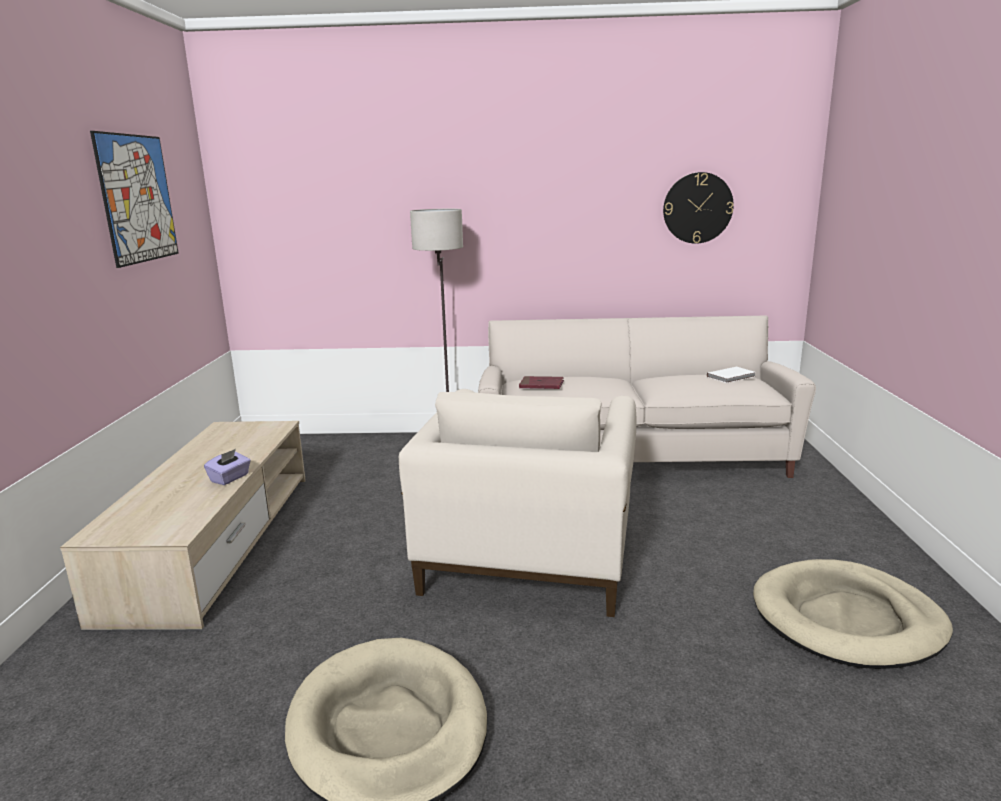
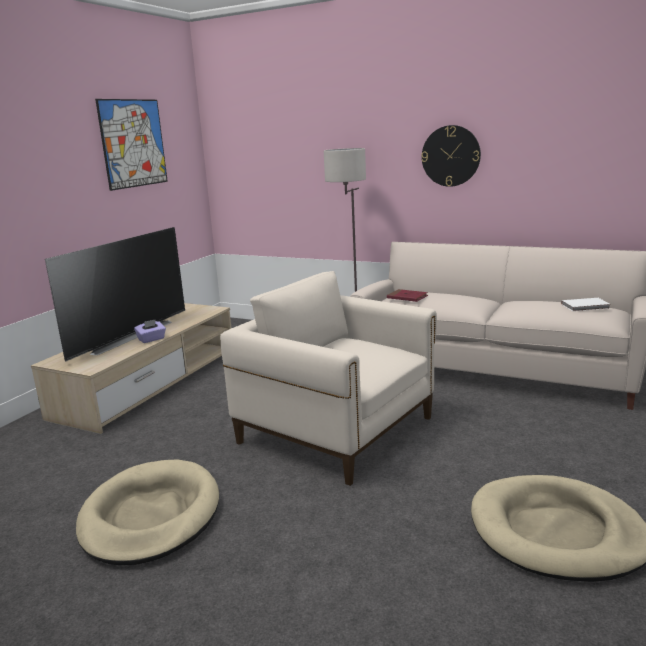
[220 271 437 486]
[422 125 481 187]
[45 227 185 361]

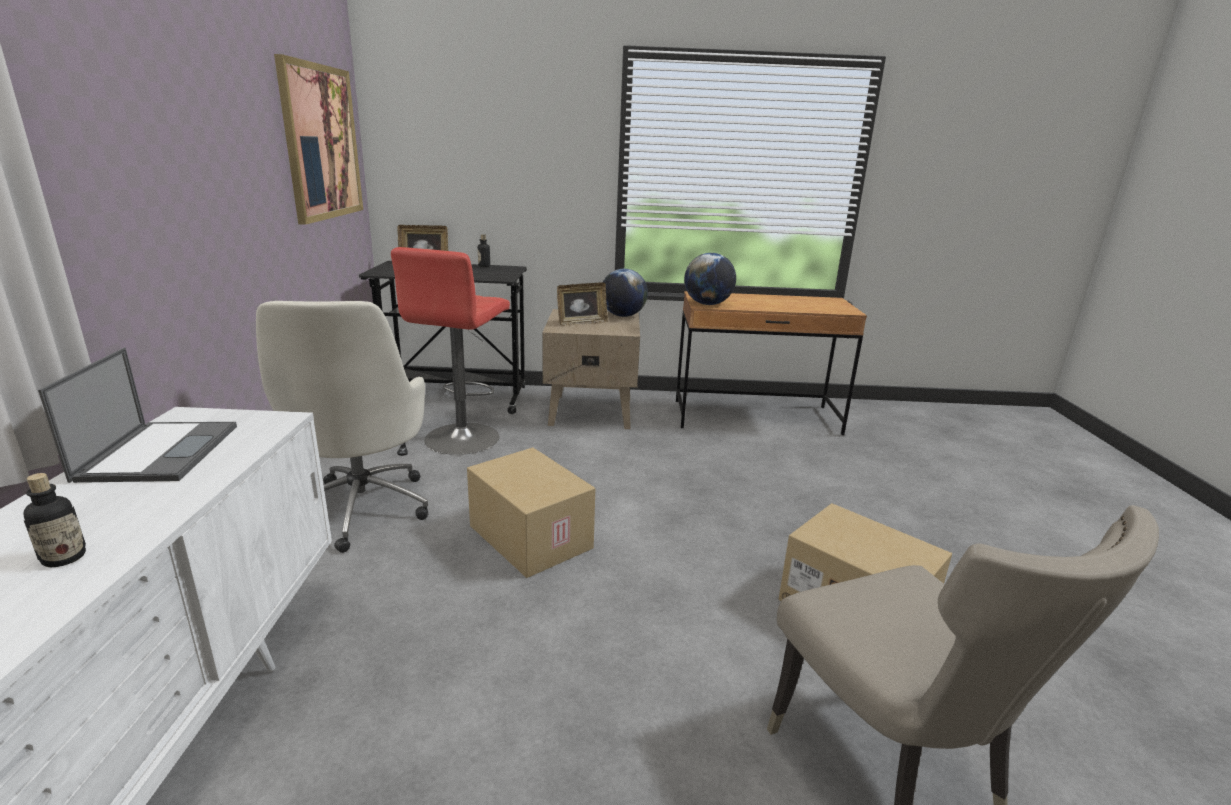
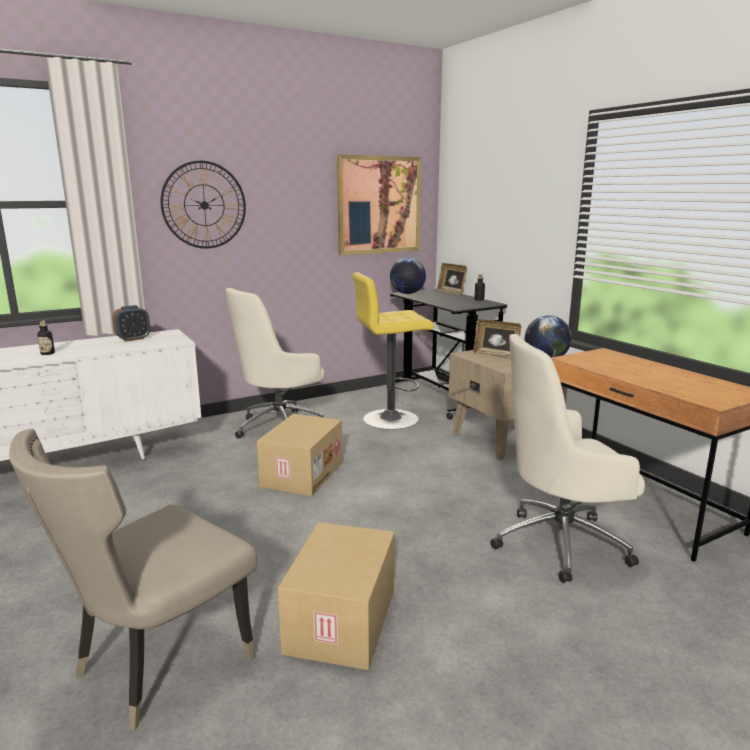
[112 305 150 342]
[352 272 434 429]
[390 258 426 294]
[160 161 246 249]
[491 334 645 583]

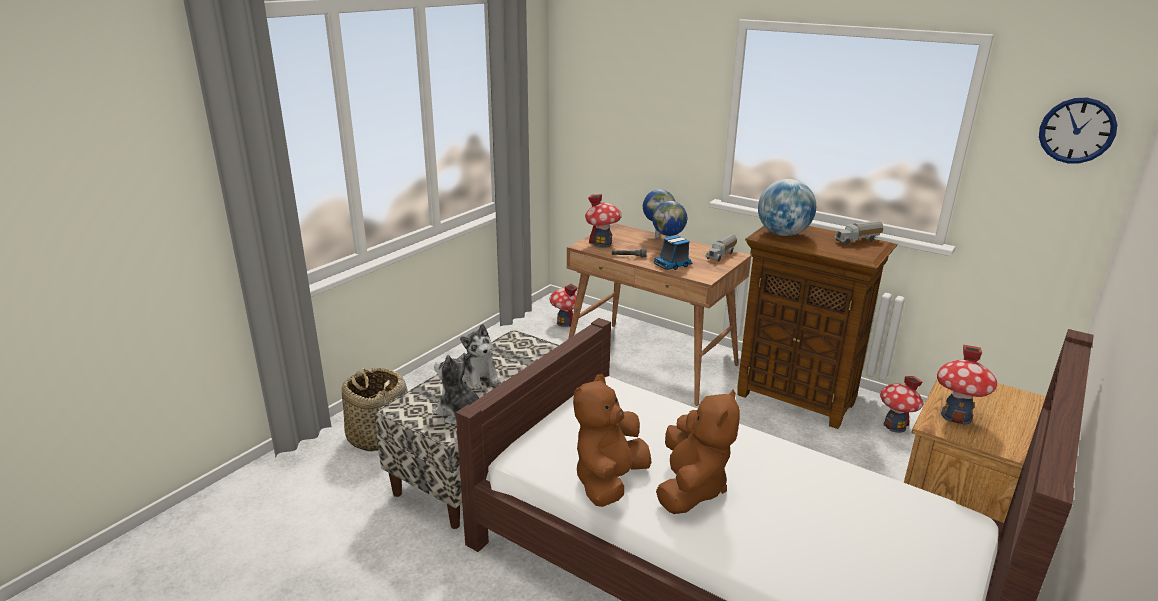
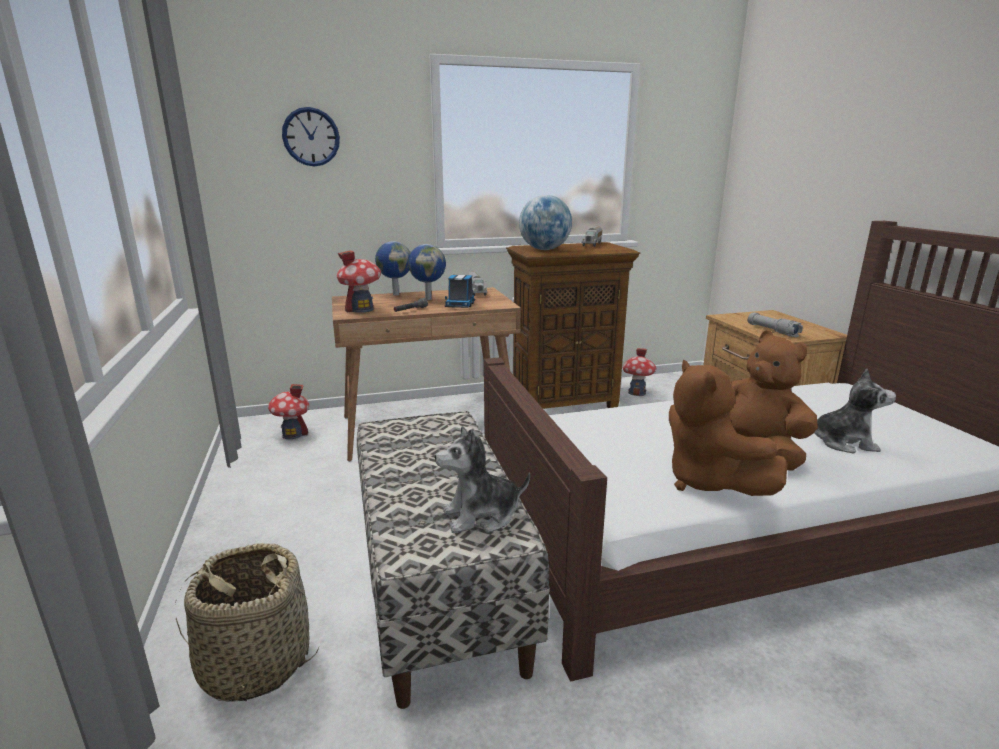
[814 369 896 454]
[748 312 803 337]
[282 107 340 166]

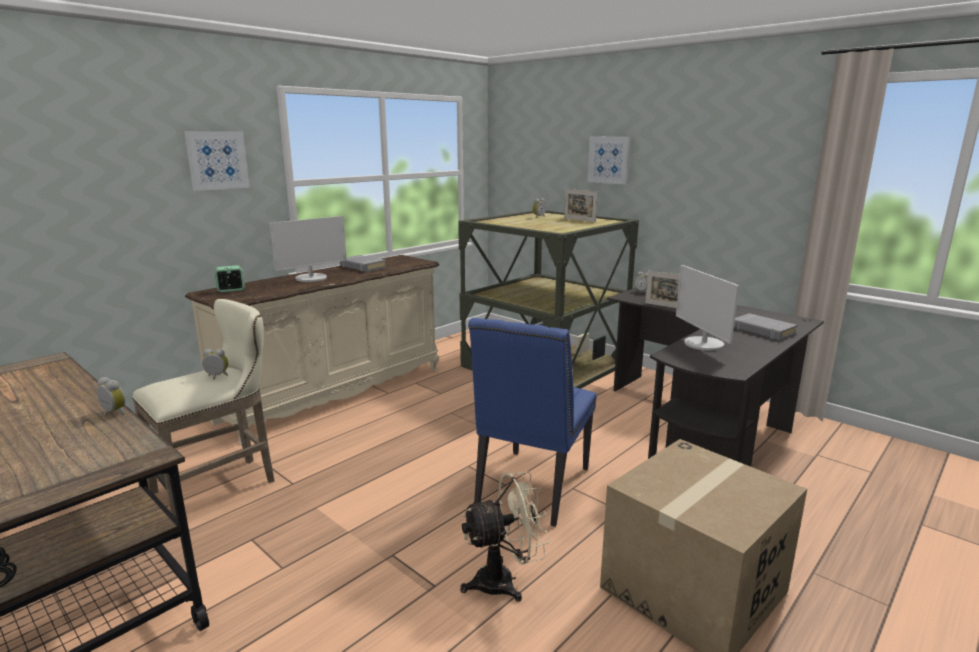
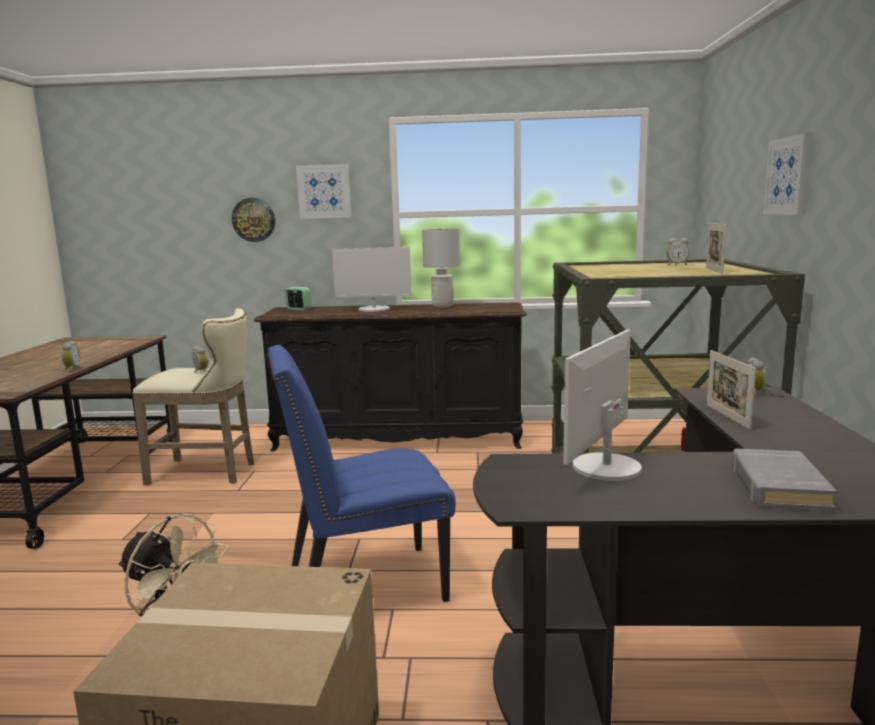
[254 302 527 451]
[422 228 460 308]
[232 198 275 242]

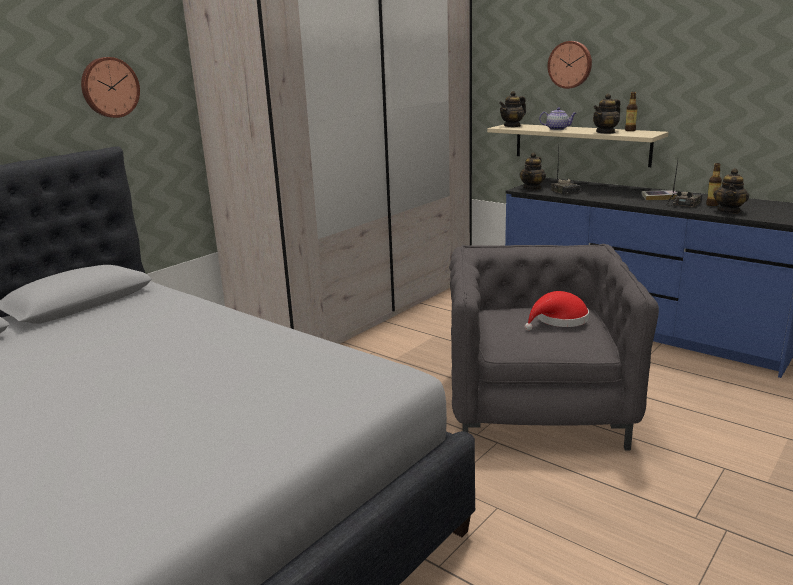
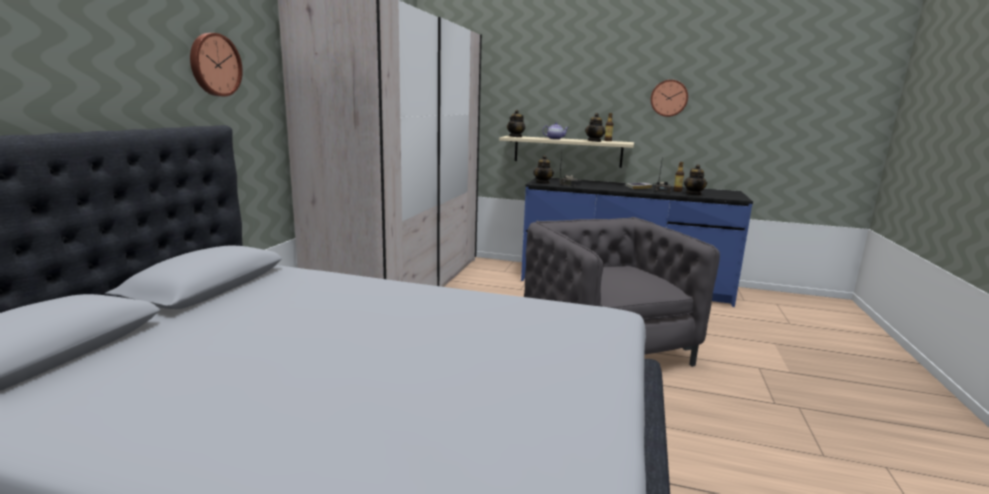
[525 291 589 331] (first image)
[651 80 688 117]

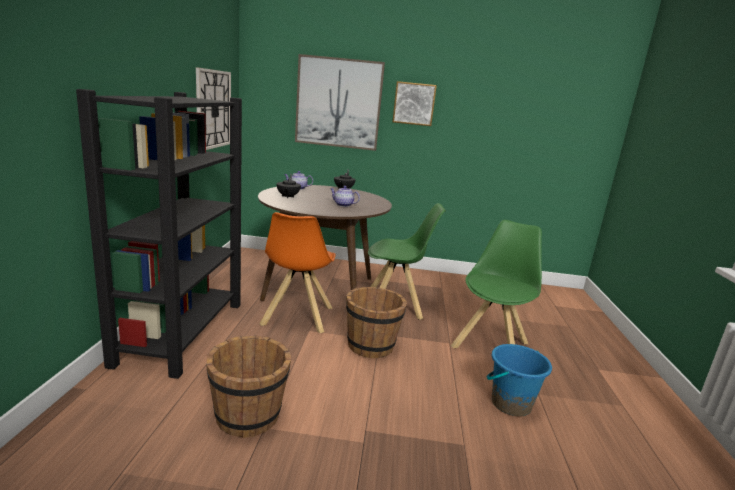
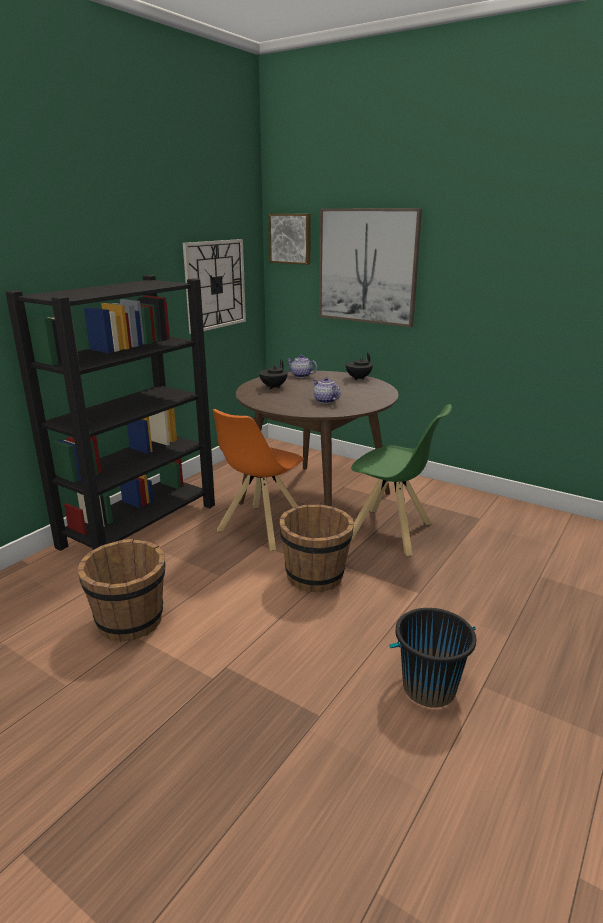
[269 214 311 265]
[451 220 542 348] (first image)
[389 608 476 707]

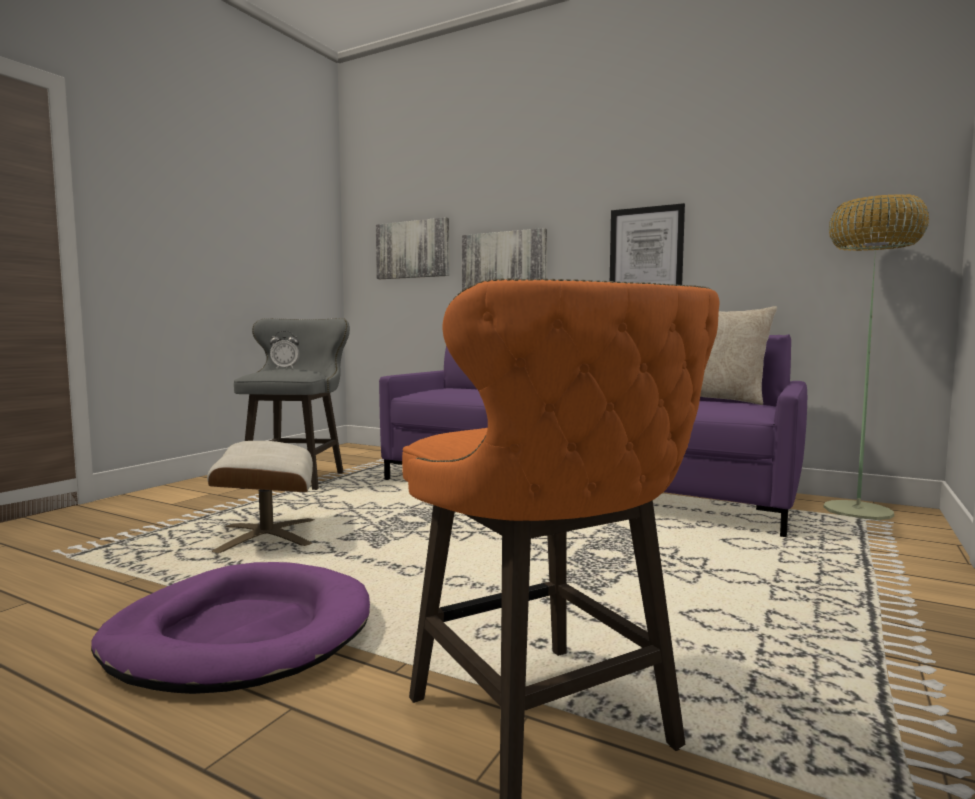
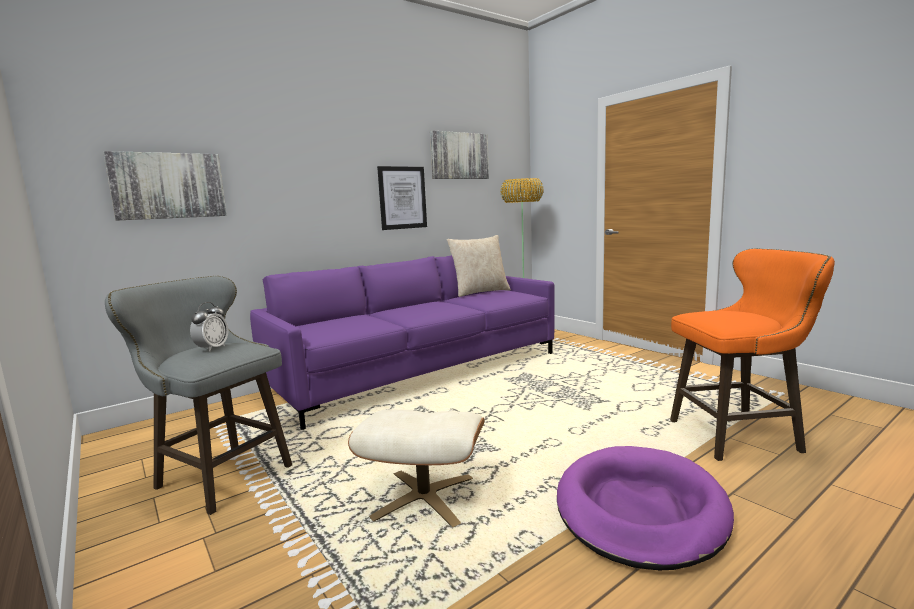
[430 130 489 179]

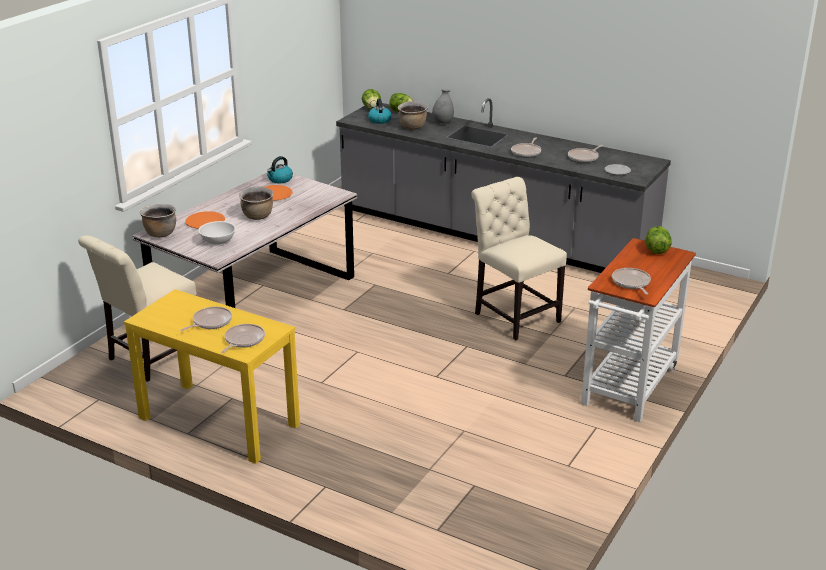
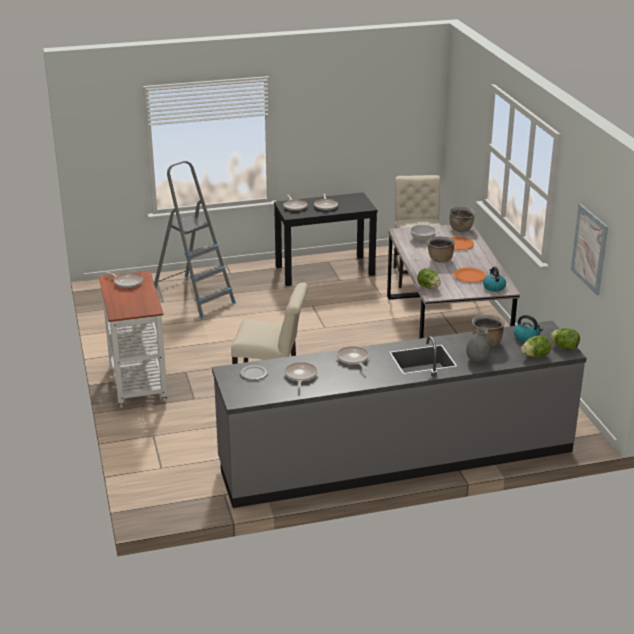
[274 192 377 286]
[417 268 441 289]
[154 161 236 317]
[571 204 608 295]

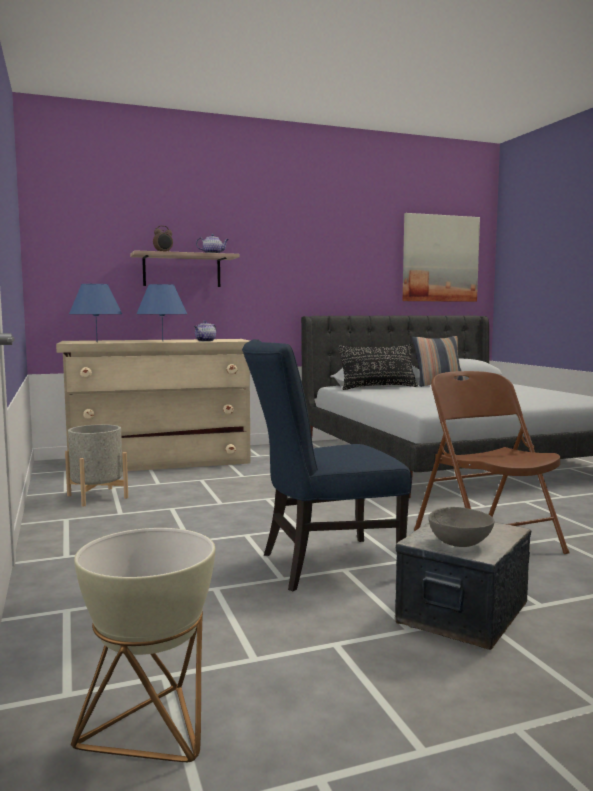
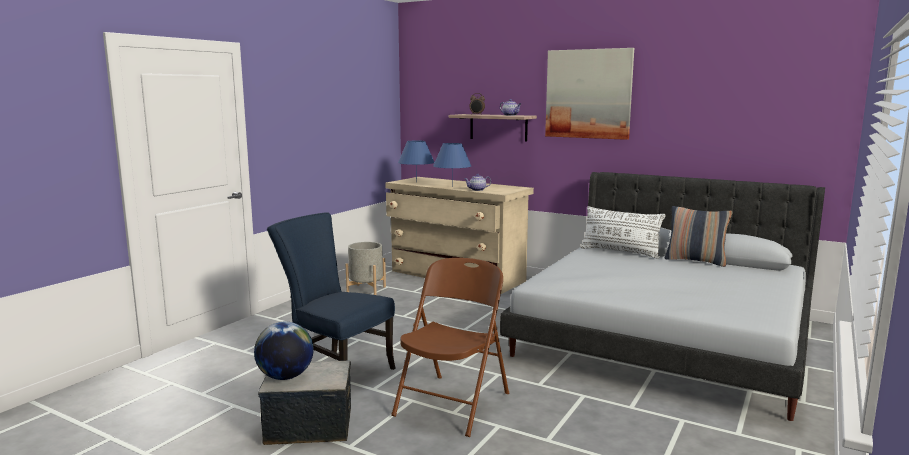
[71 528 215 762] (first image)
[580 206 666 259]
[545 48 634 140]
[254 322 314 380]

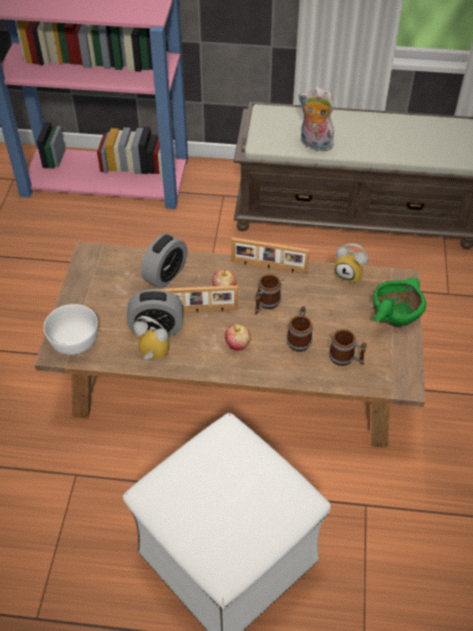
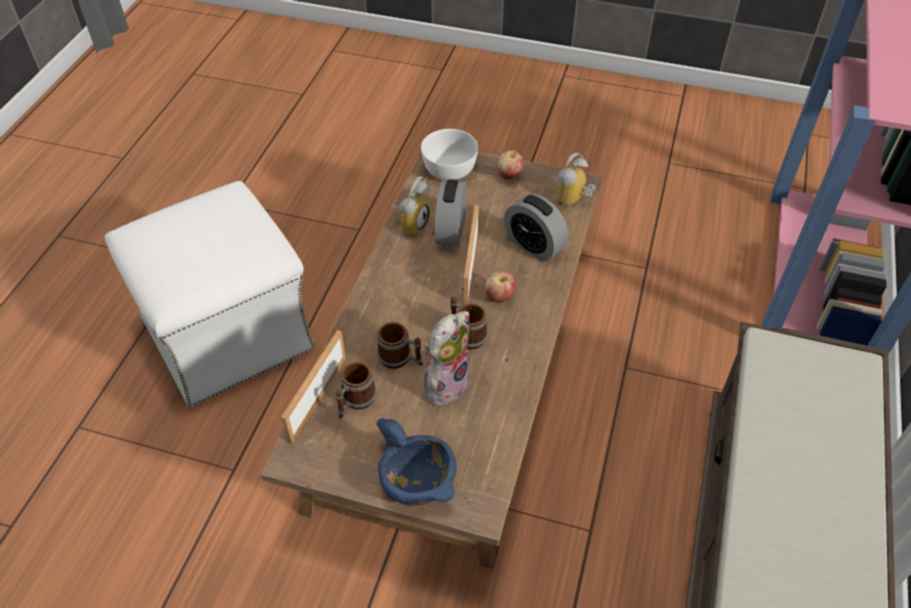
[497 150 524 179]
[281 330 346 444]
[424 311 471 406]
[557 153 595 209]
[377 418 456 506]

